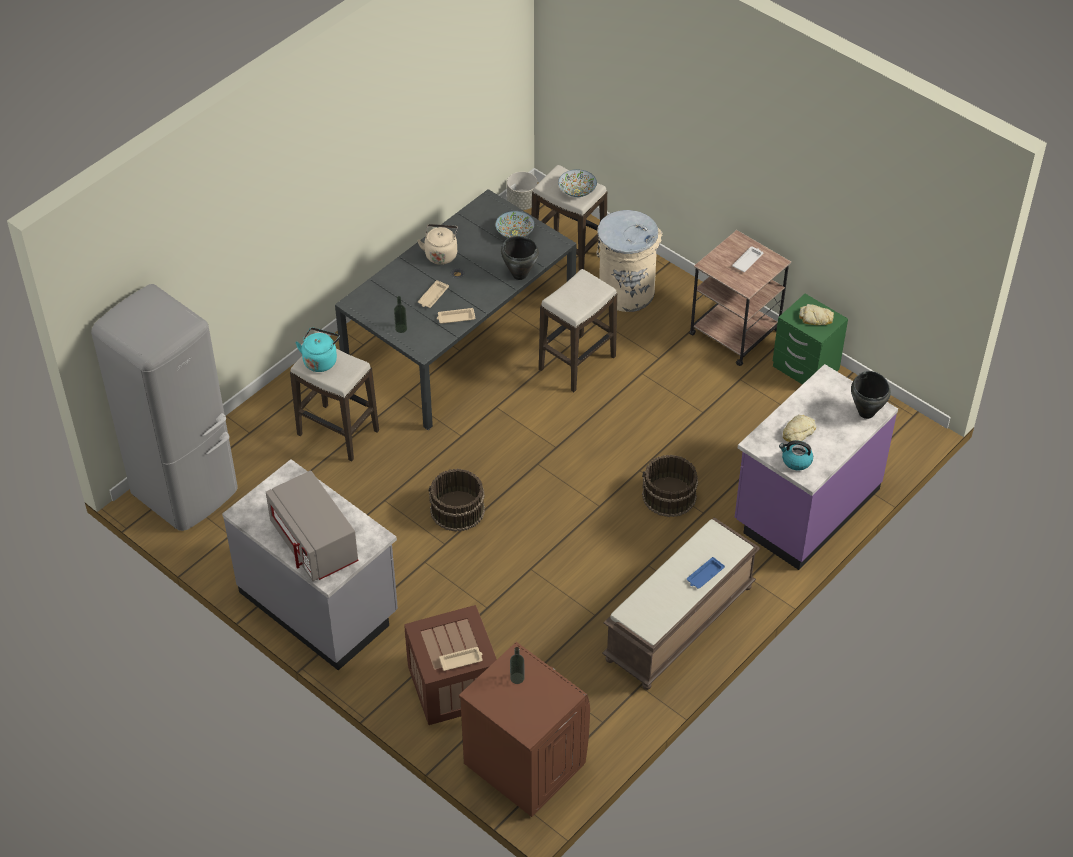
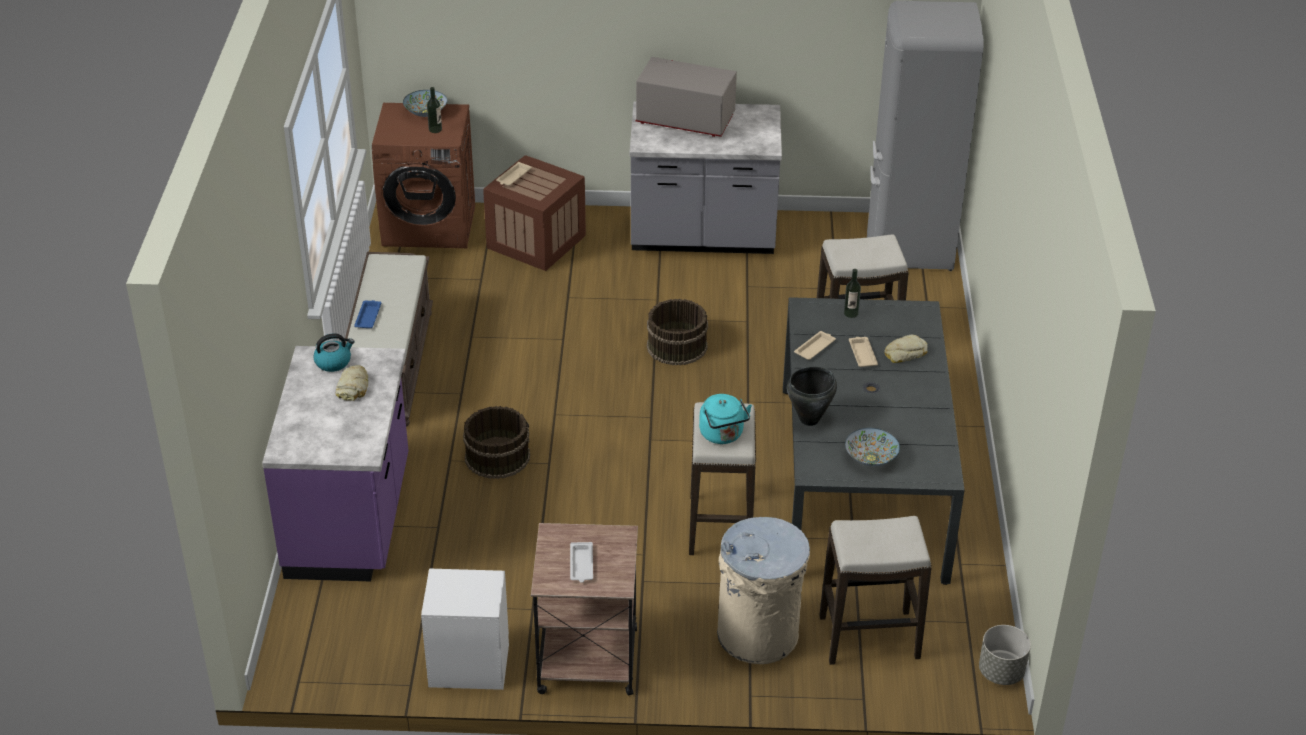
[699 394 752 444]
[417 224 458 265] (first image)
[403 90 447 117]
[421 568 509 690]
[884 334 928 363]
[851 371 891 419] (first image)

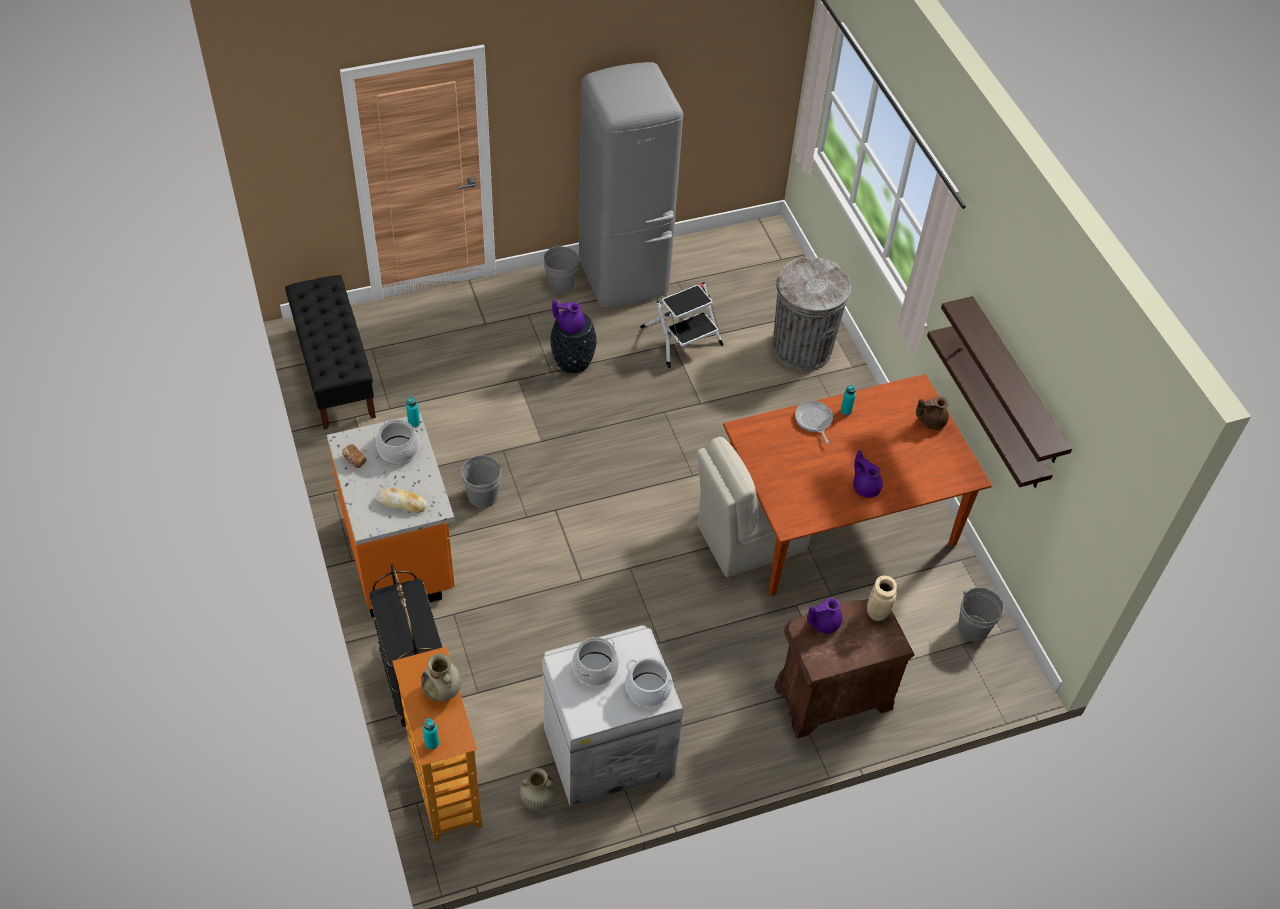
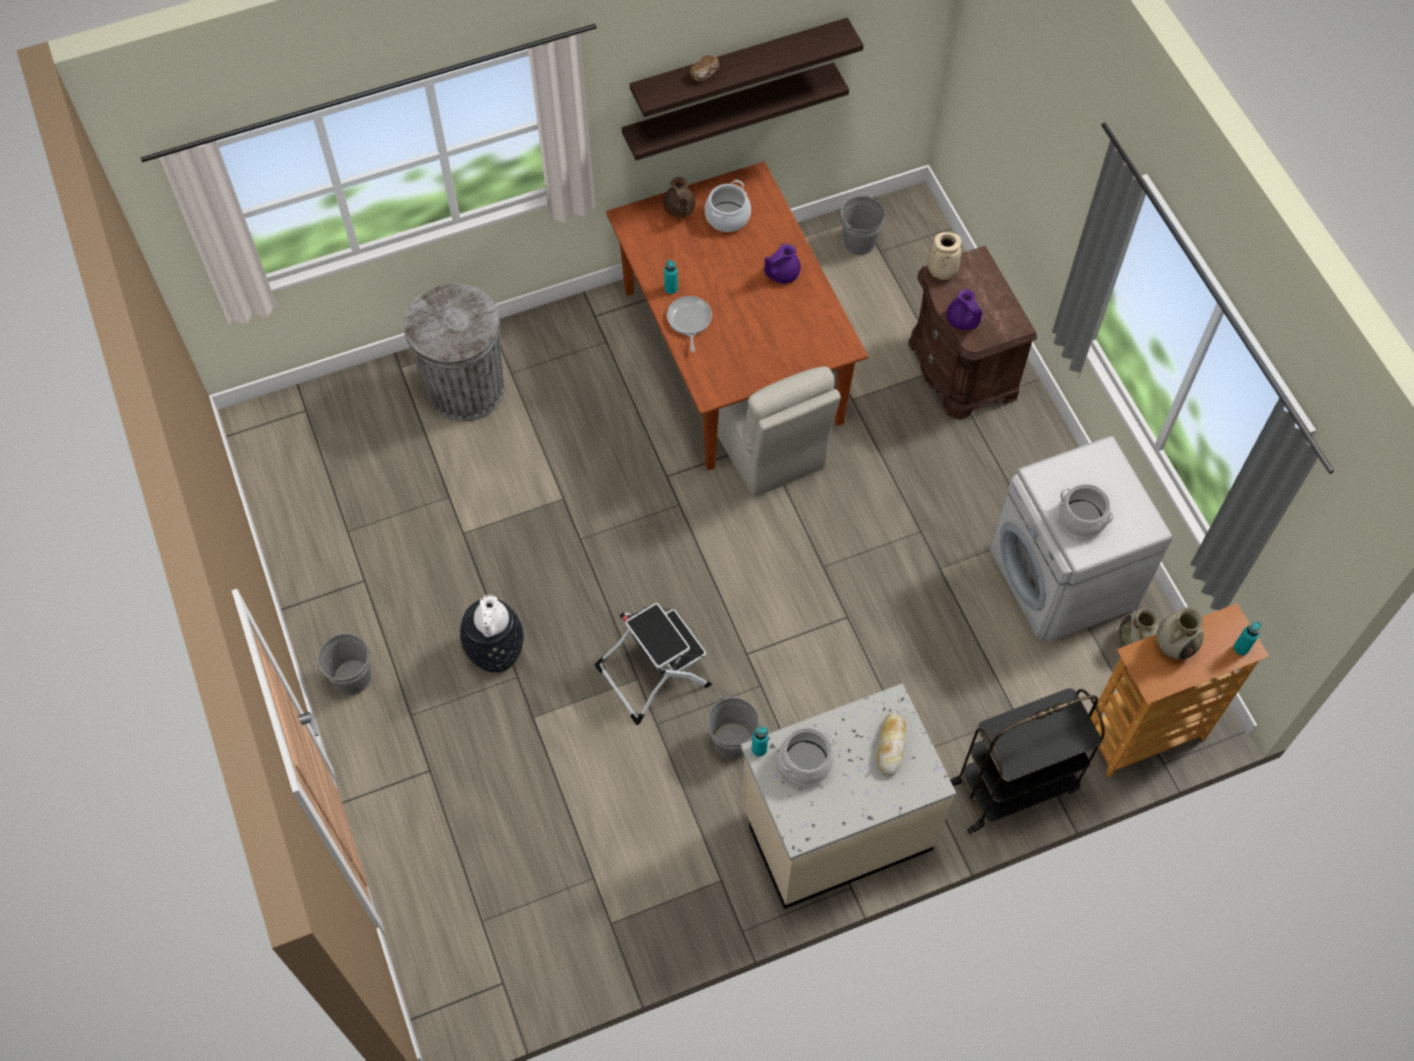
[285 275 376 430] (first image)
[741 683 956 909]
[690 55 719 82]
[474 595 509 637]
[579 62 683 307] (first image)
[705 180 751 232]
[595 603 712 725]
[667 296 712 352]

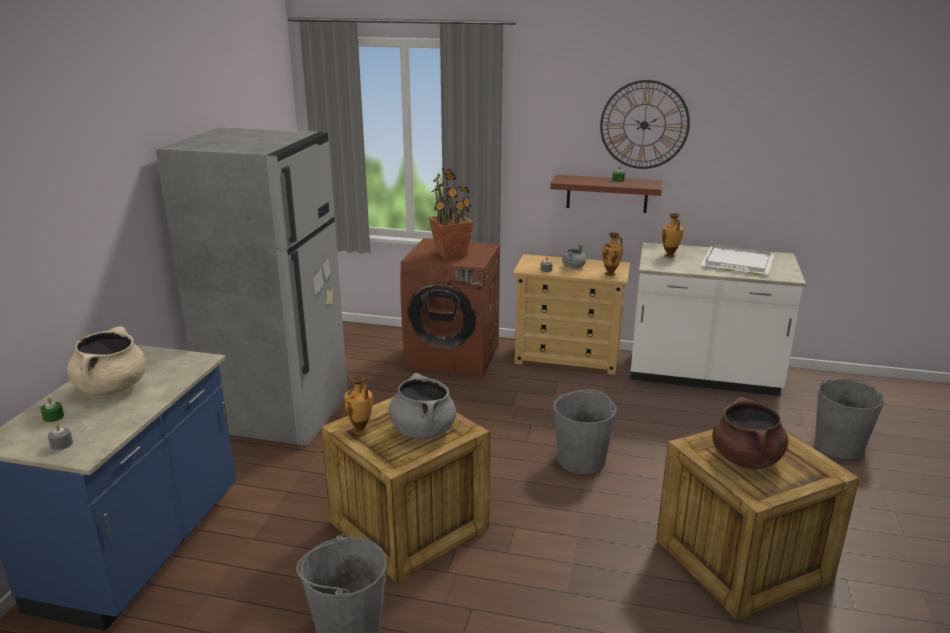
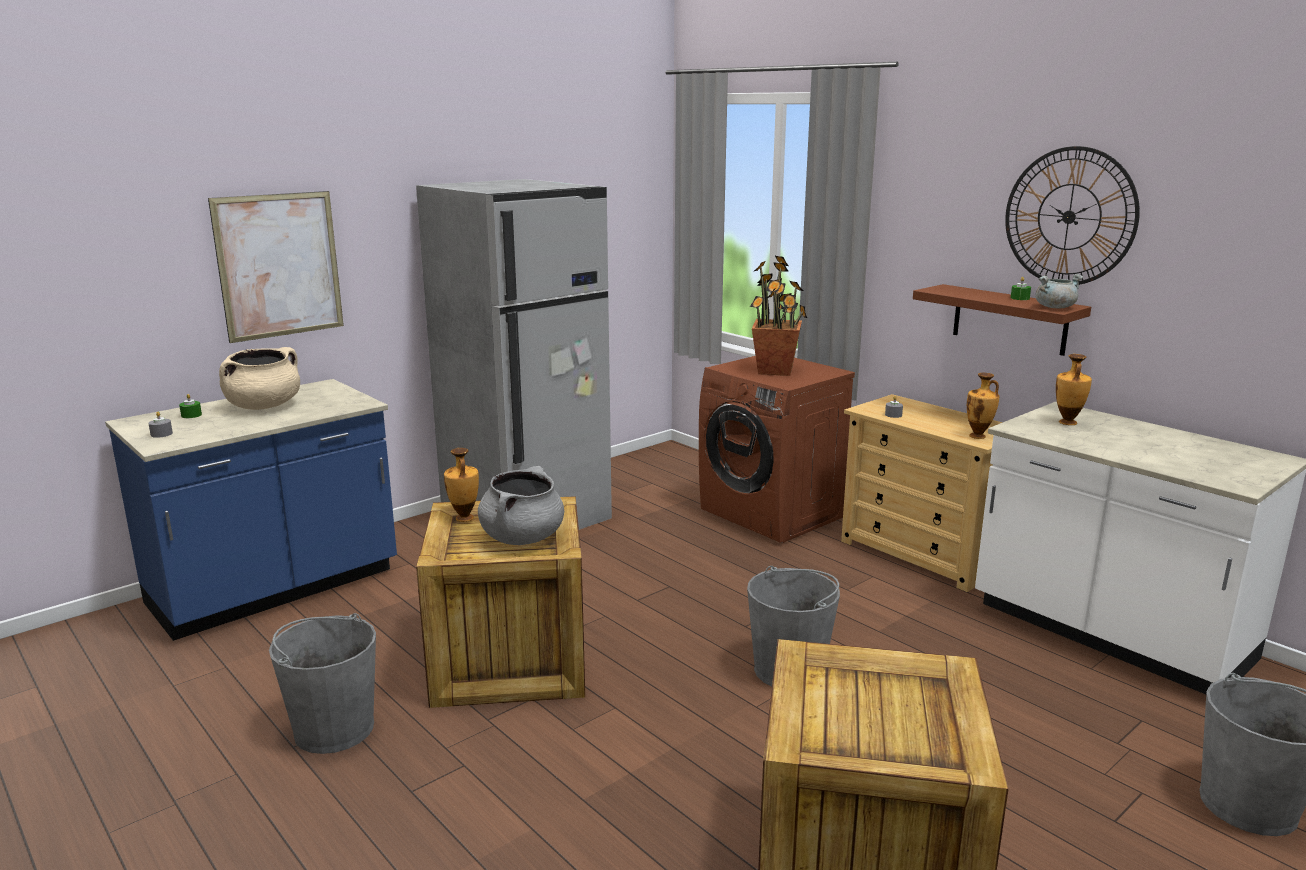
[1035 274 1083 308]
[701 244 774 275] (first image)
[712 397 788 469] (first image)
[208 191 344 343]

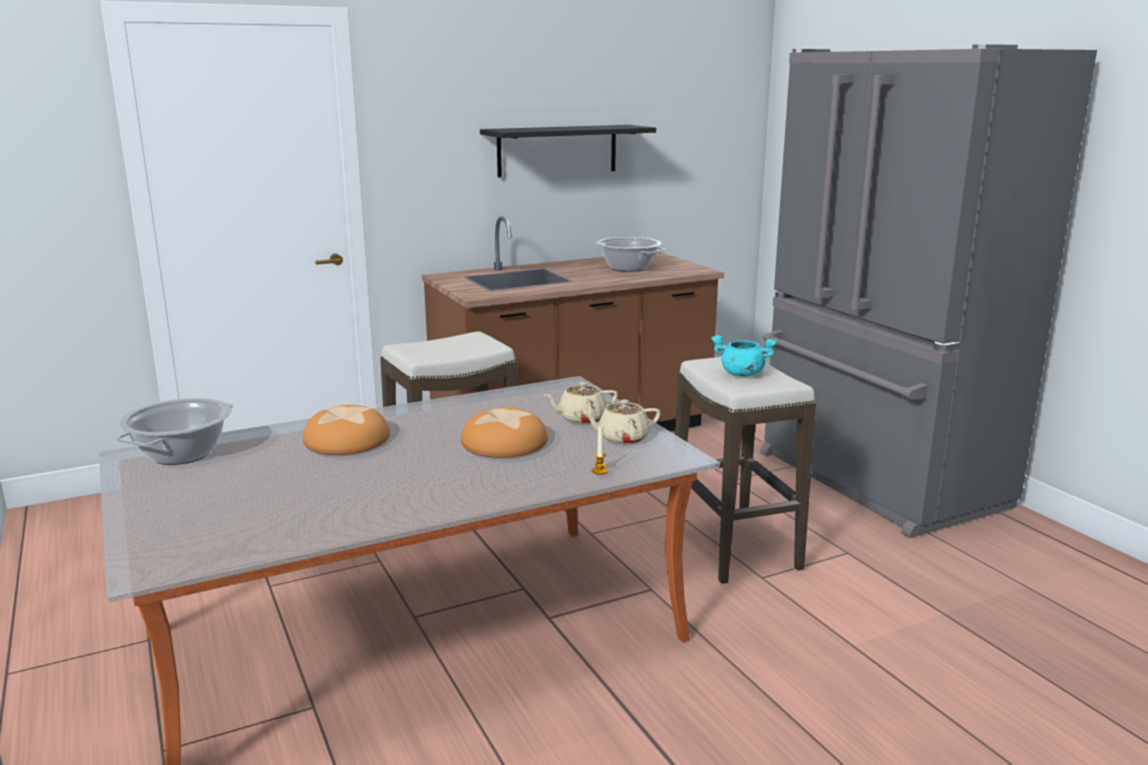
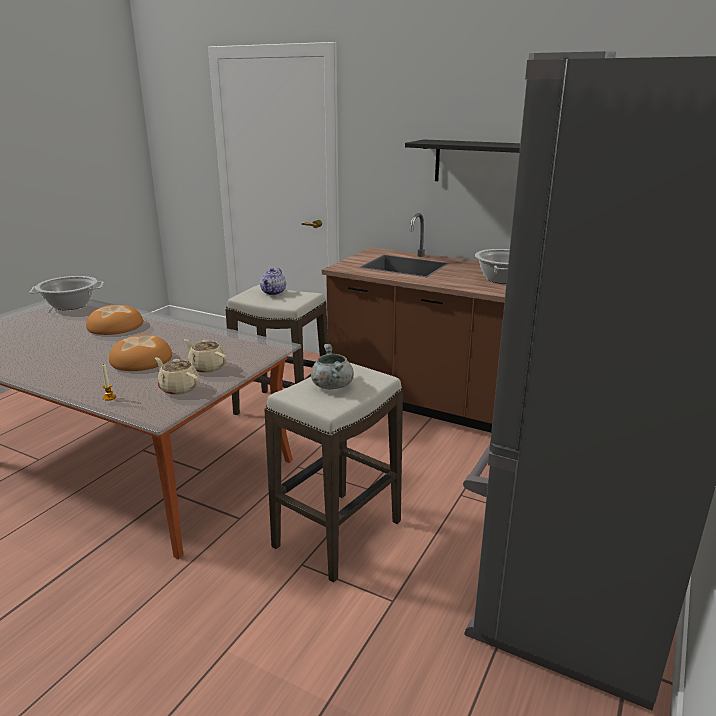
[311 344 354 389]
[260 268 286 295]

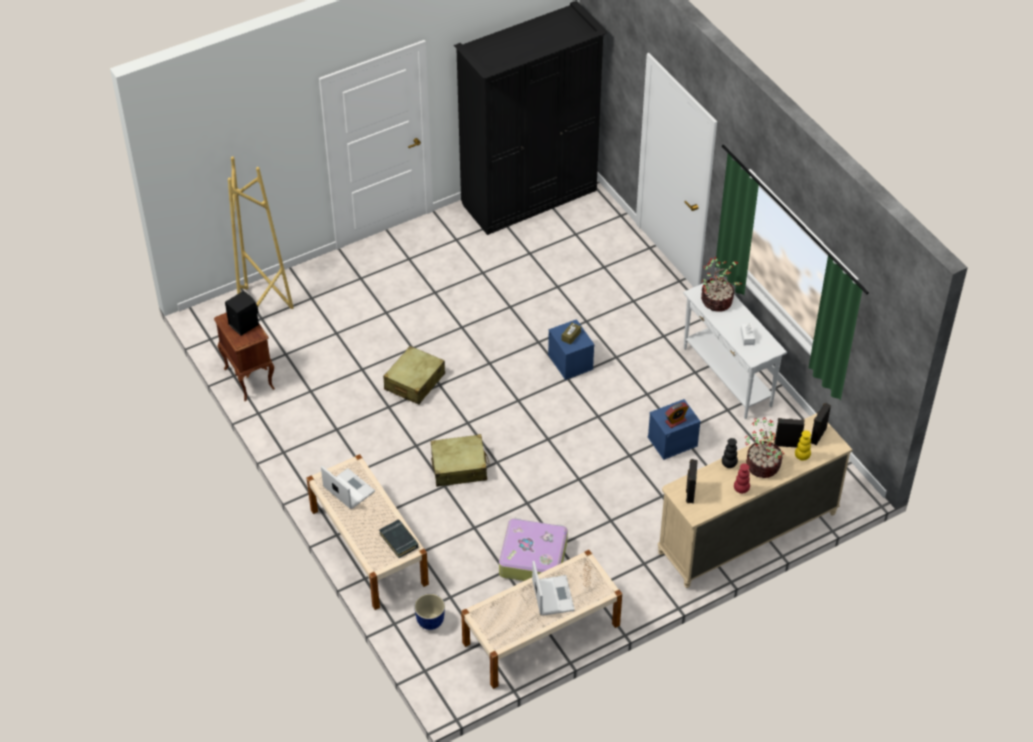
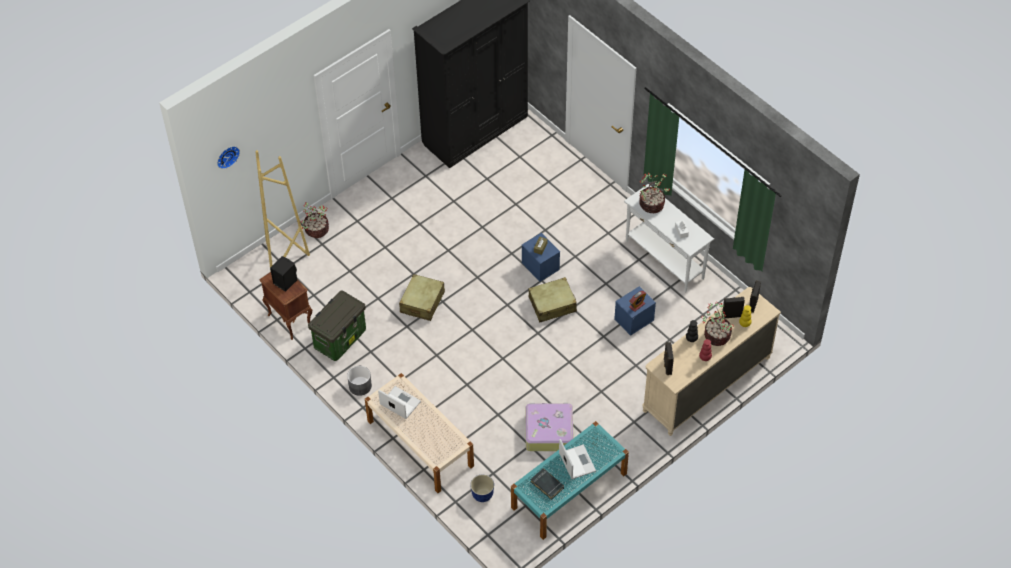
[530 468 564 500]
[528 277 577 322]
[511 421 629 540]
[217 146 240 169]
[301 203 329 238]
[308 291 366 361]
[347 366 372 396]

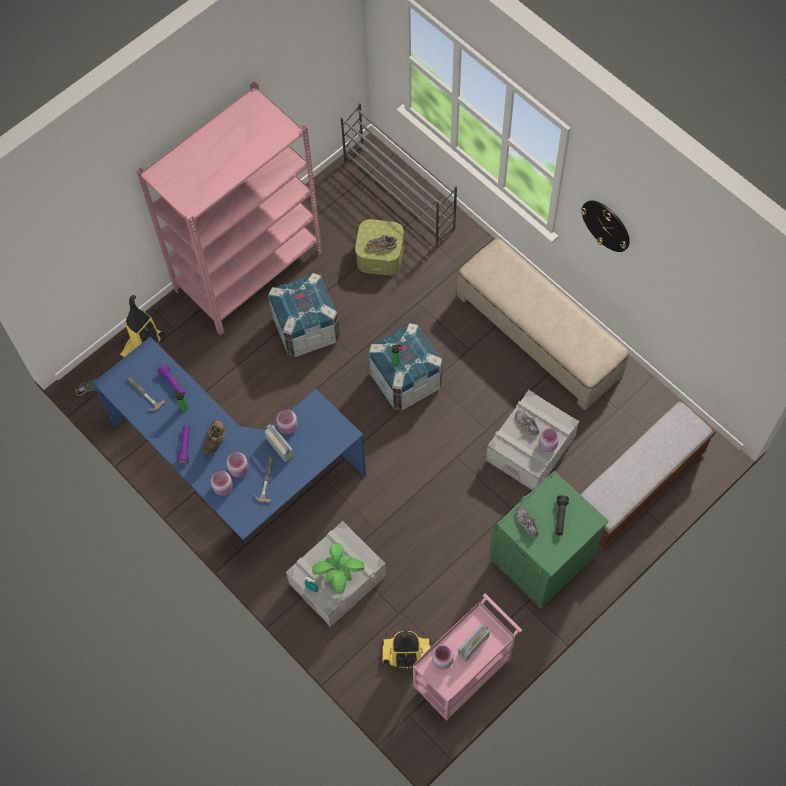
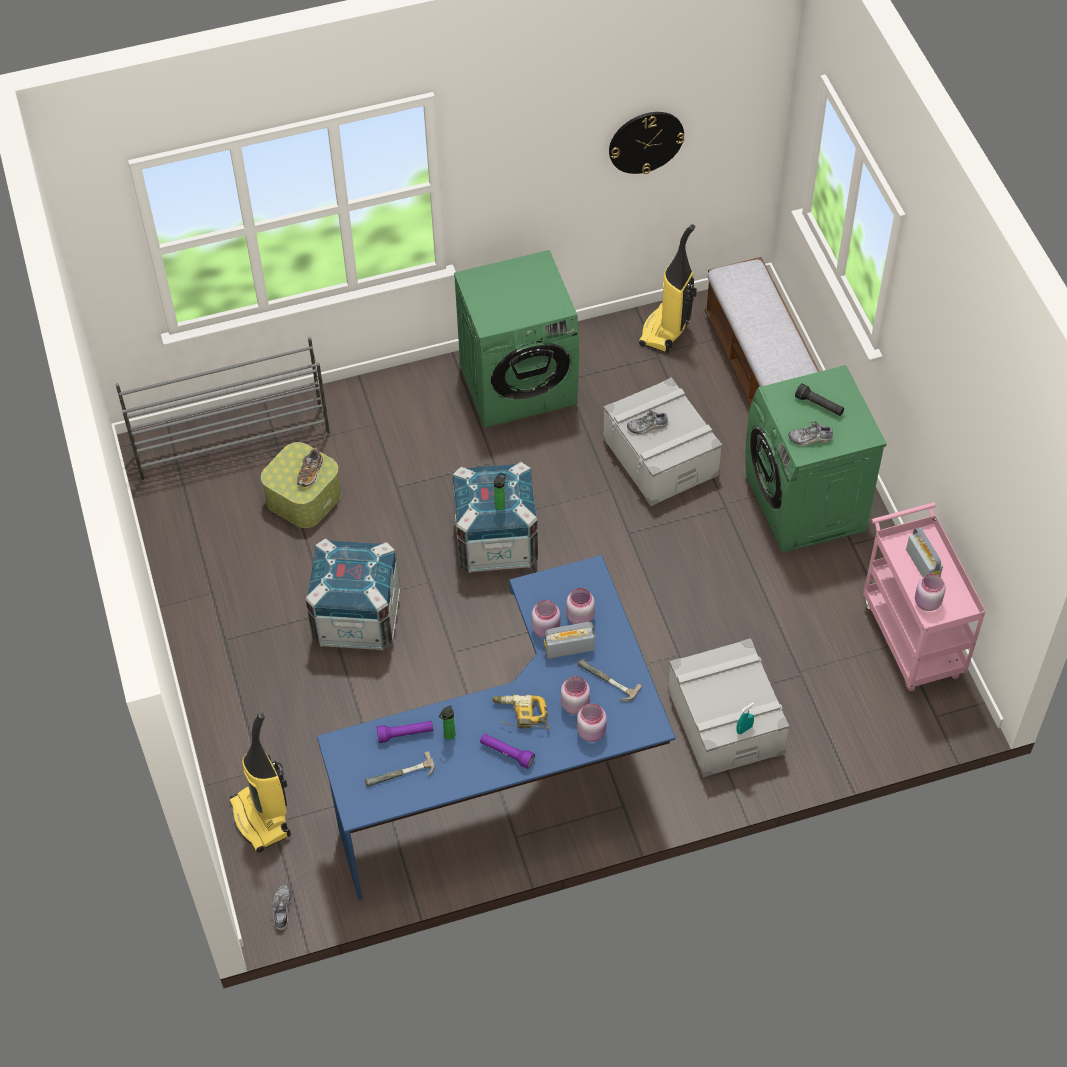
[136 80 322 335] (first image)
[492 695 549 729]
[312 543 365 594] (first image)
[639 224 697 353]
[454 250 579 428]
[566 588 595 624]
[609 112 684 174]

